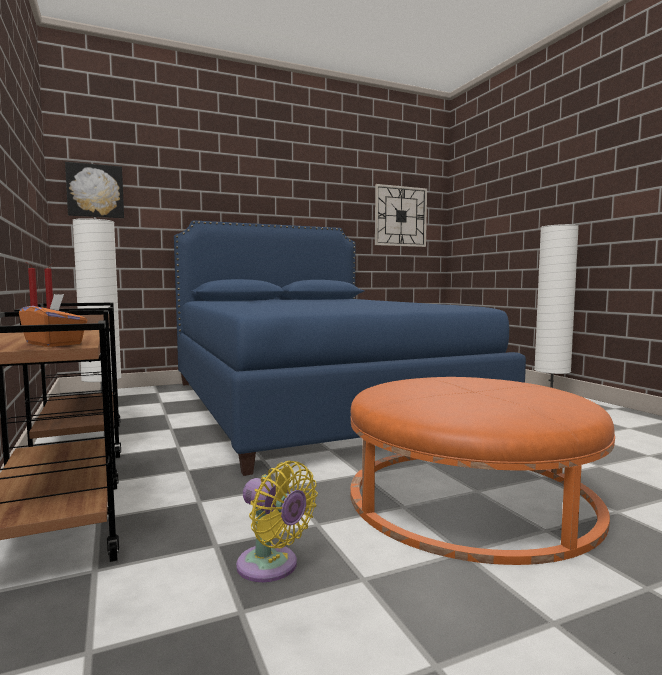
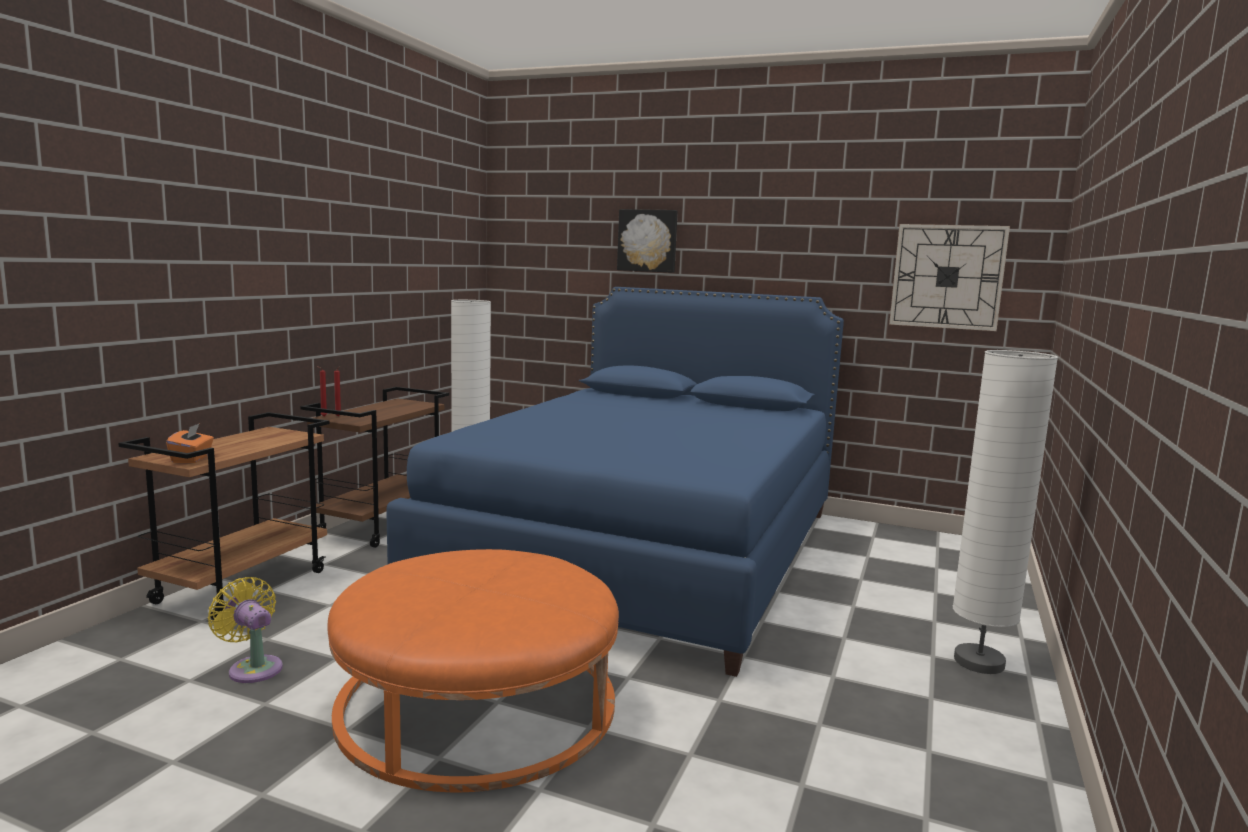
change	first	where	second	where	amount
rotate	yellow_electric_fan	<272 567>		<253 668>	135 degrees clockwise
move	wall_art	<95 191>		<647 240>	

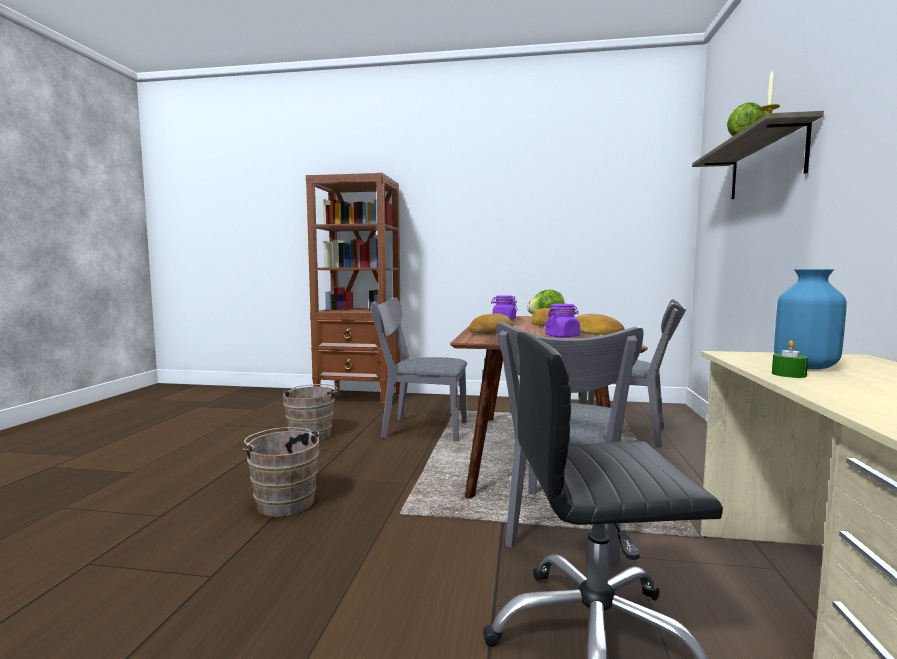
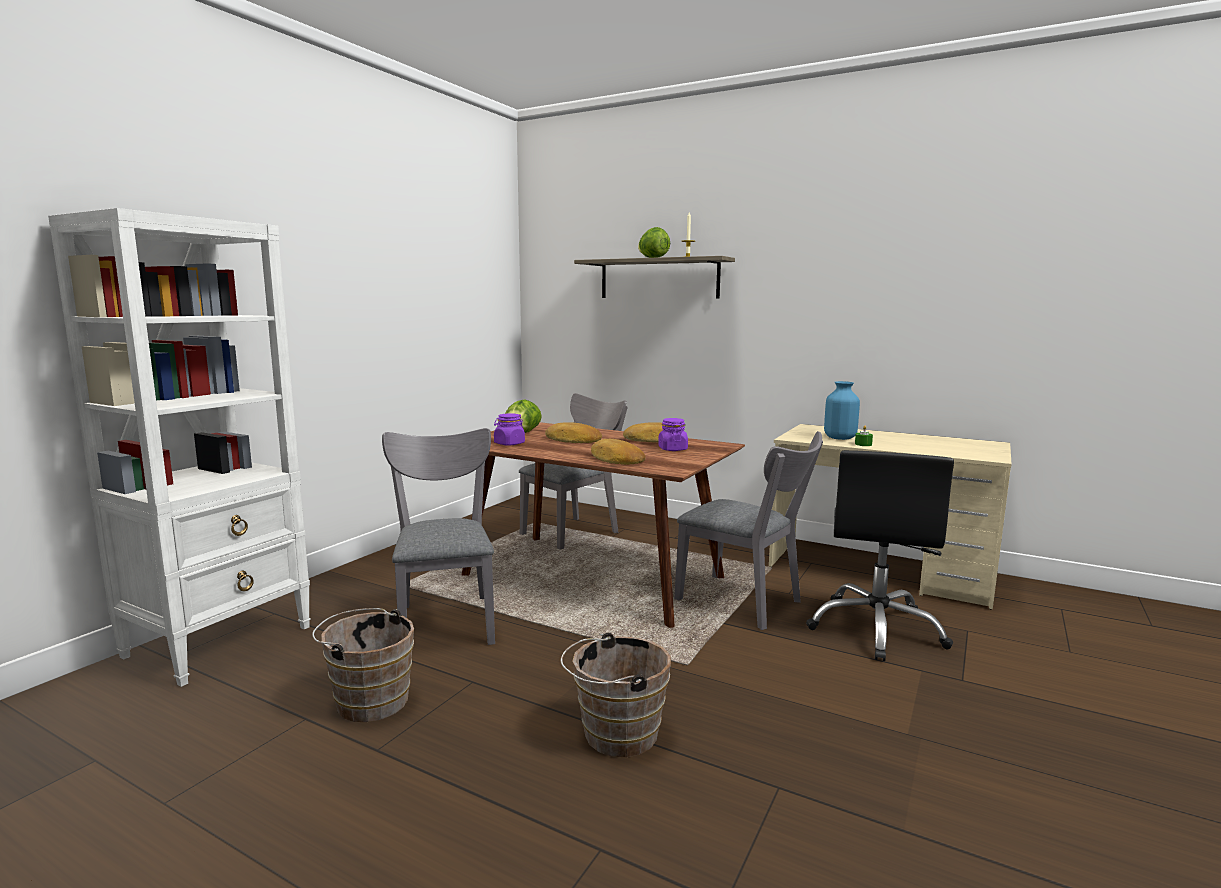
change	first	where	second	where	amount
recolor	brown-coloured_bookcase	<360 399>	whitish_bookcase	<221 641>	
rotate	greyish_chair	<418 429>		<446 619>	135 degrees clockwise

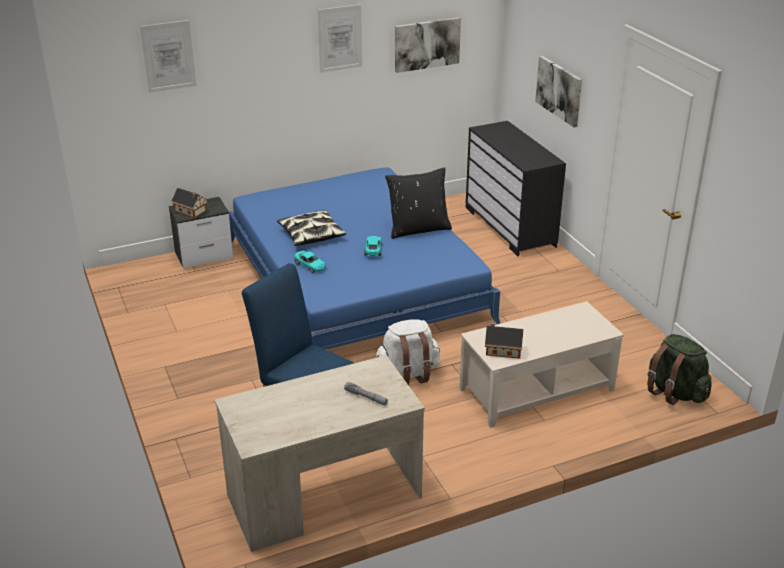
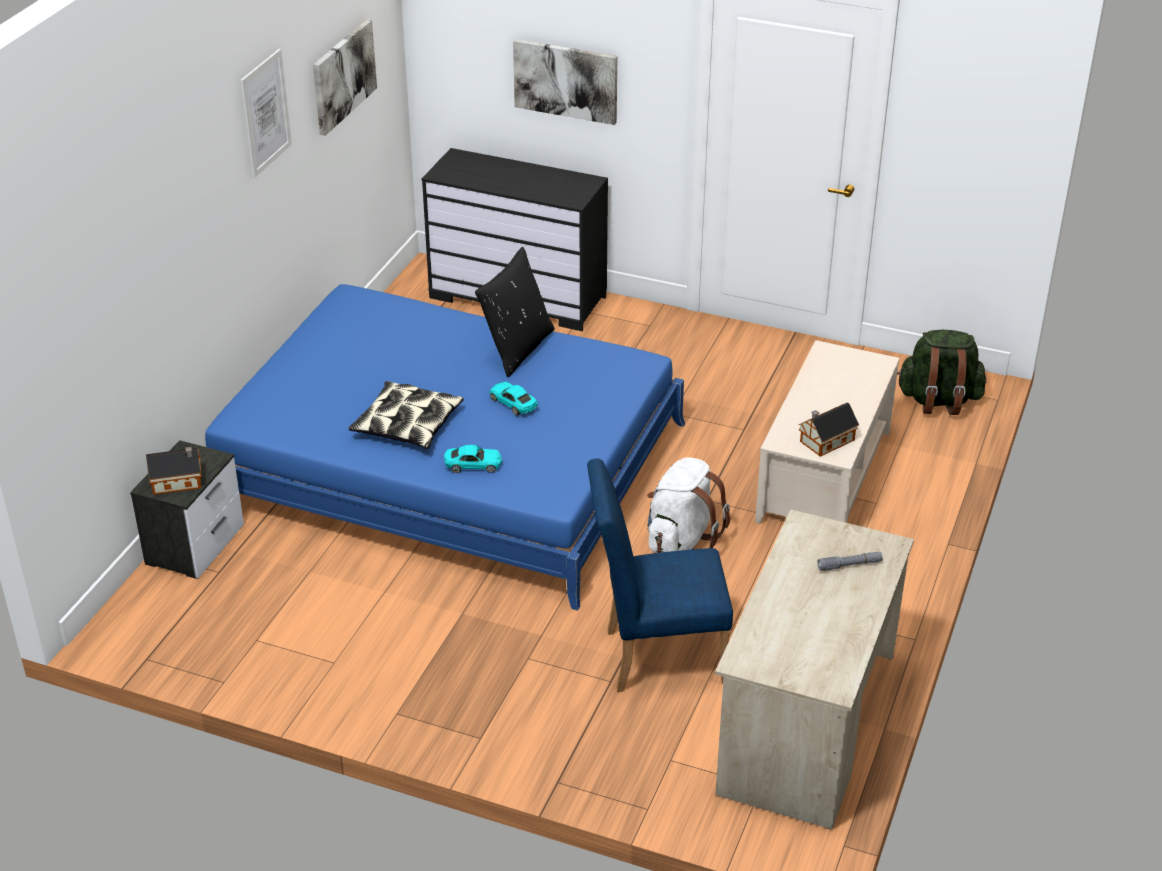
change	first	where	second	where	amount
delete	wall_art	<168 56>			

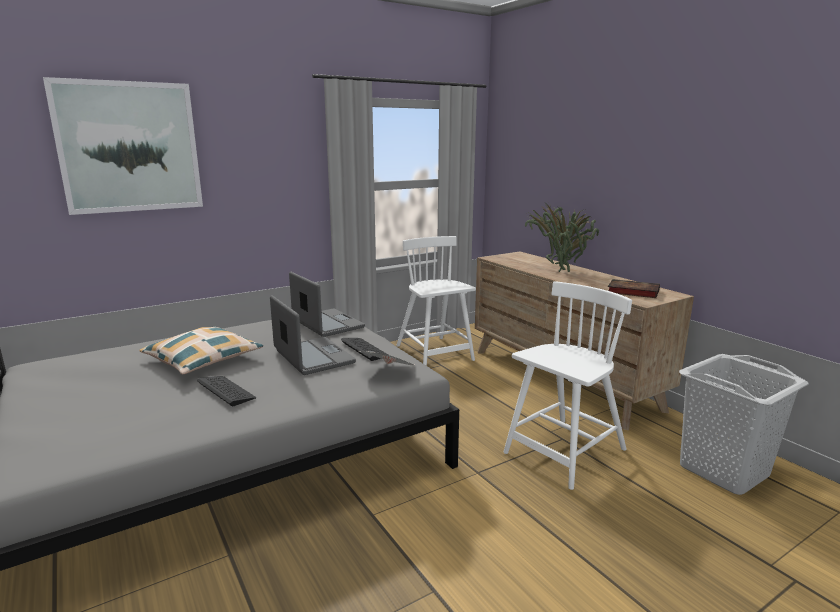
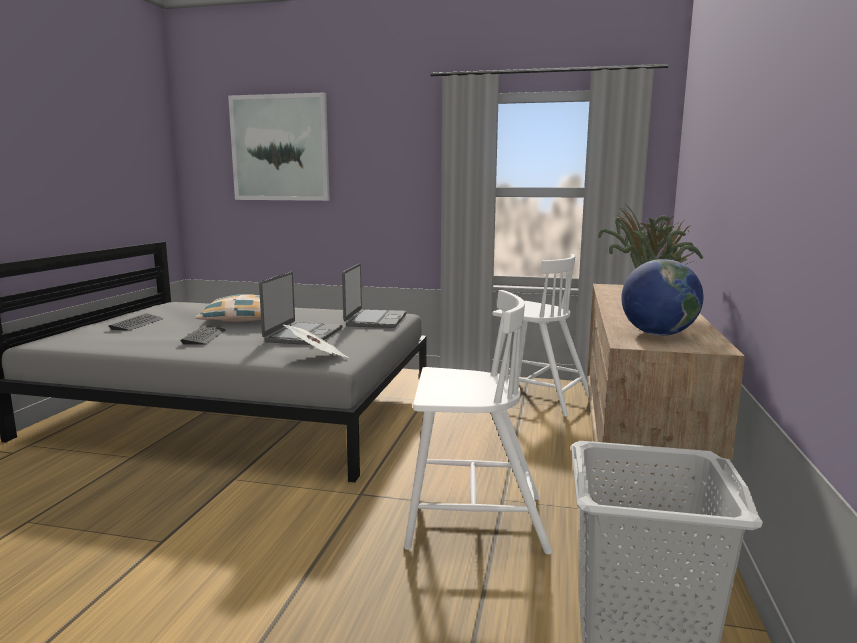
change	first	where	second	where	amount
move	computer_keyboard	<365 349>		<137 323>	
rotate	whitish_chair	<435 353>		<537 397>	105 degrees clockwise
replace	volume	<631 292>	globe	<657 334>	

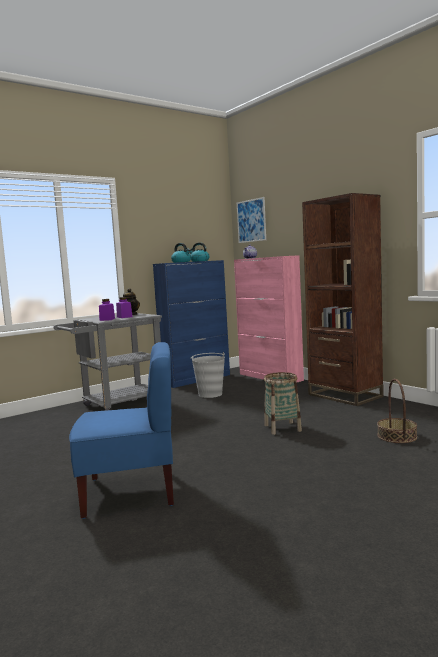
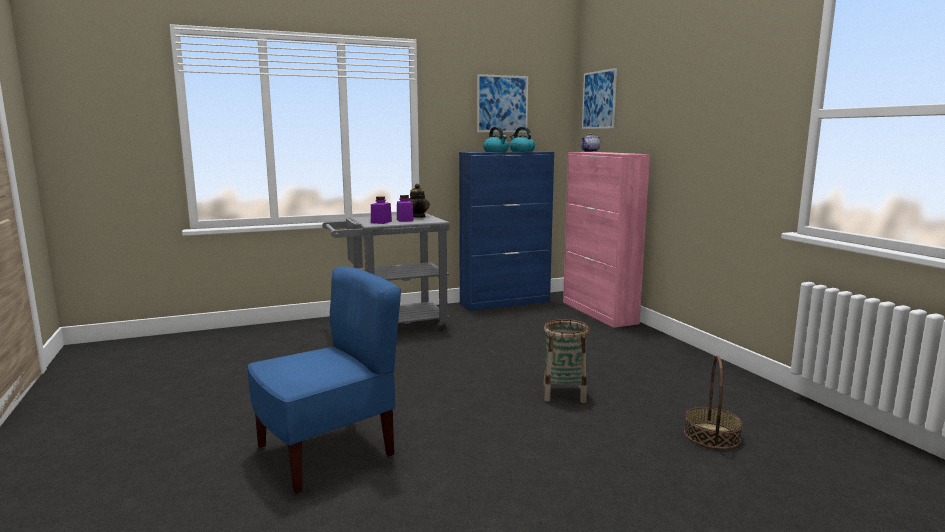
change	first	where	second	where	amount
rotate	blue_chair	<131 493>		<327 452>	45 degrees counterclockwise
insert			wall_art	<502 104>	
delete	greyish_water_bucket	<210 394>			
delete	brown-coloured_bookcase	<344 395>			

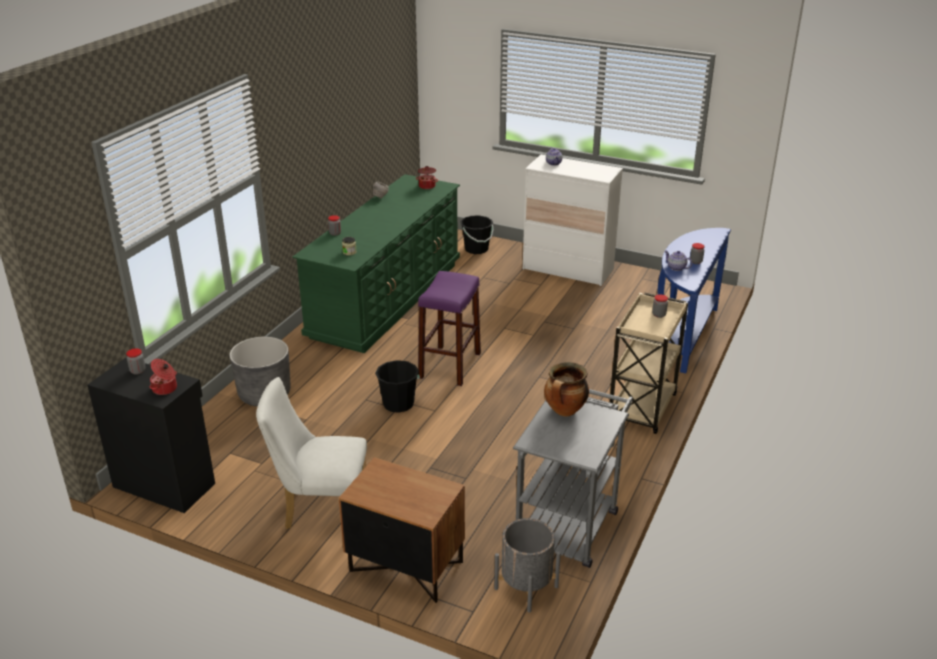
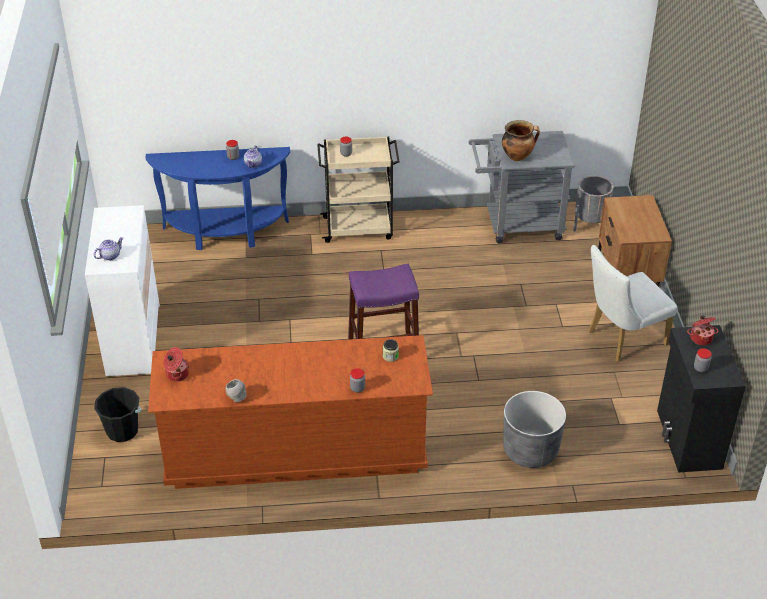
change	first	where	second	where	amount
recolor	greenish_chest_of_drawers	<387 300>	brown-coloured_chest_of_drawers	<295 451>	
rotate	whitish_chair	<320 509>		<621 339>	90 degrees clockwise
delete	black-coloured_water_bucket	<398 404>			

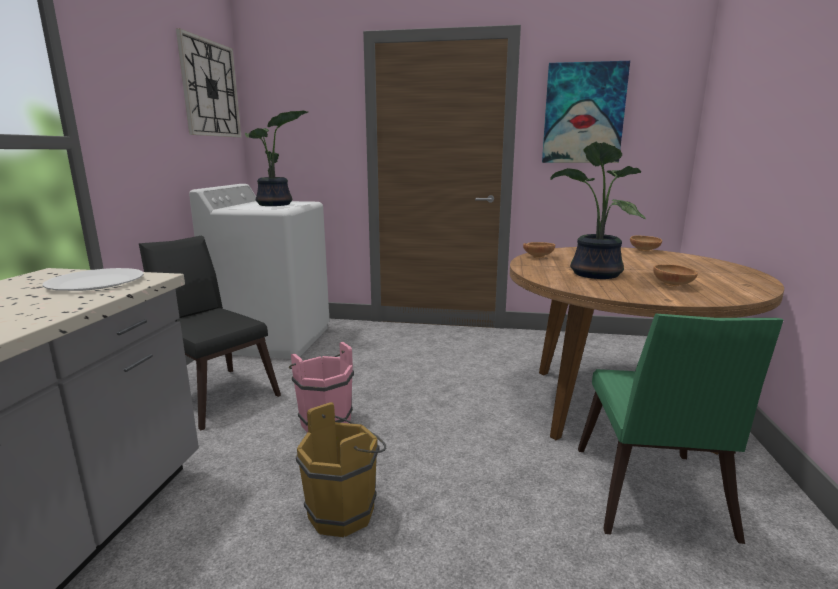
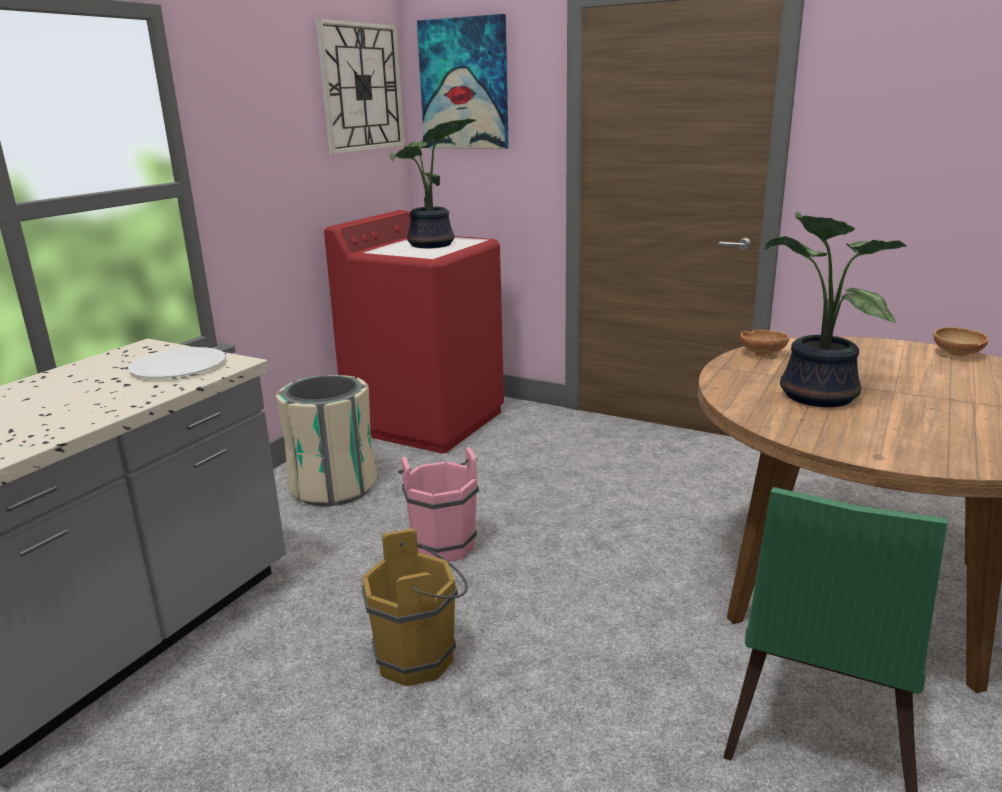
change	first	where	second	where	amount
replace	black-coloured_chair	<215 393>	beige-coloured_trash_can	<333 487>	
recolor	whitish_laundry_machine	<273 339>	red-coloured_laundry_machine	<427 421>	
move	wall_art	<583 114>		<464 84>	
delete	brown-coloured_deep_dish	<673 286>			

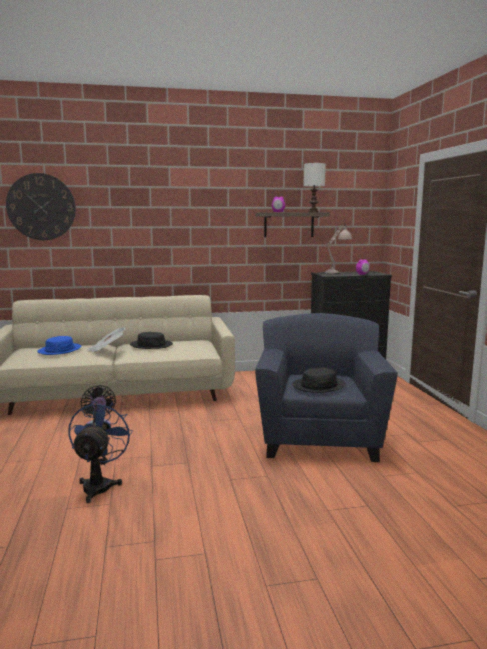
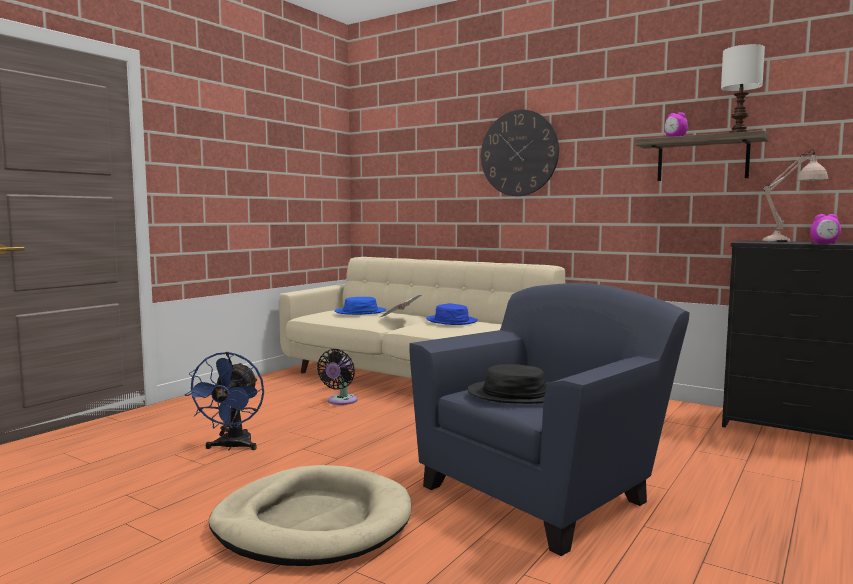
change	first	where	second	where	amount
rotate	blue_electric_fan	<99 485>		<232 447>	135 degrees clockwise
insert			beige-coloured_pet_bed	<313 523>	
recolor	black-coloured_clothing_hat	<151 345>	blue_clothing_hat	<451 321>	
move	wall_clock	<41 207>		<519 153>	

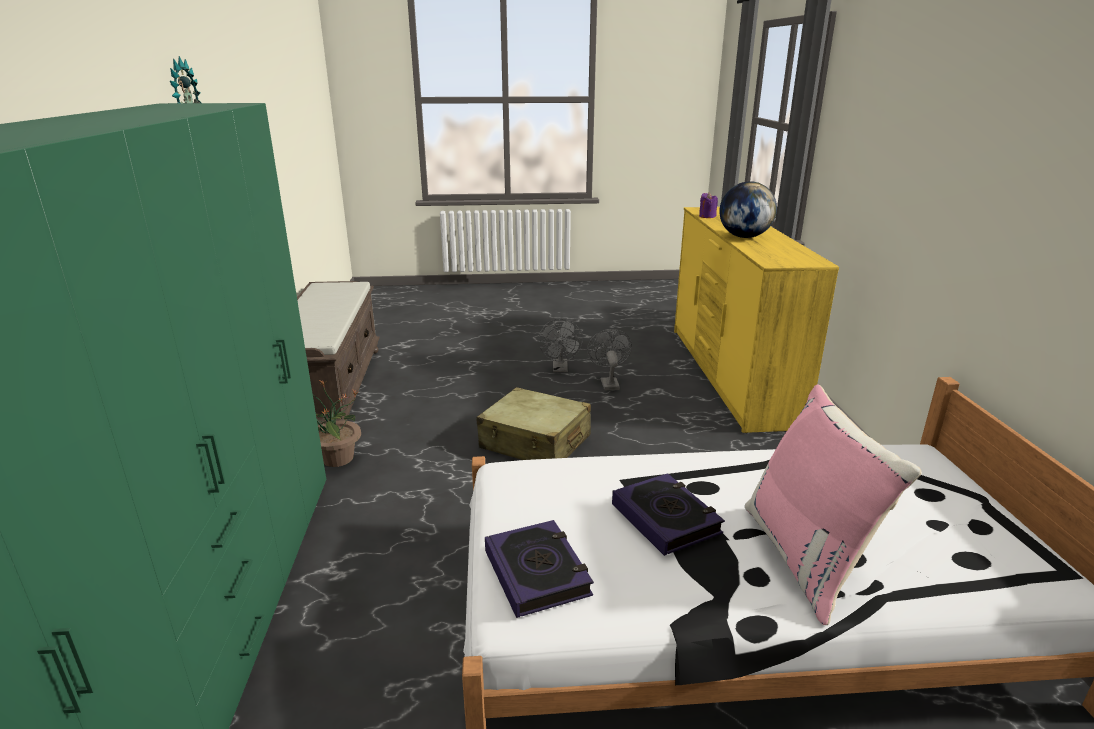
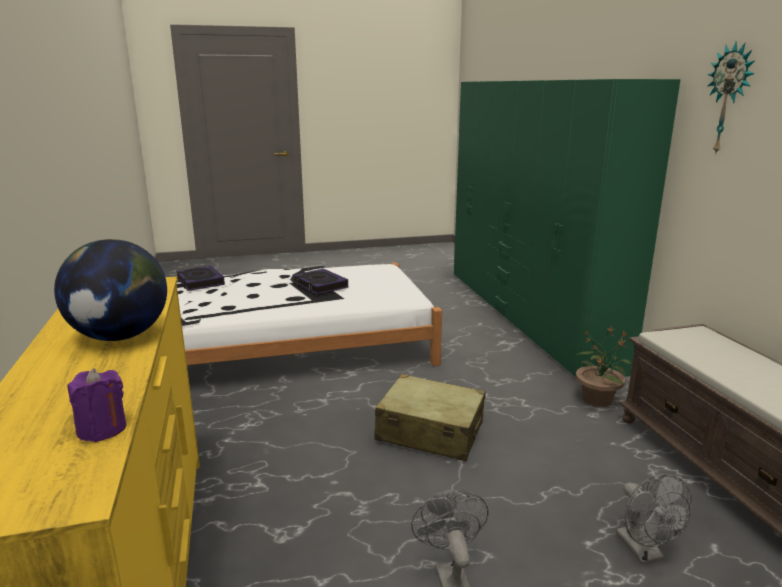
change	first	where	second	where	amount
move	volume	<537 573>		<200 282>	
move	greyish_electric_fan	<608 383>		<644 552>	
delete	pink_cushion	<807 558>			

